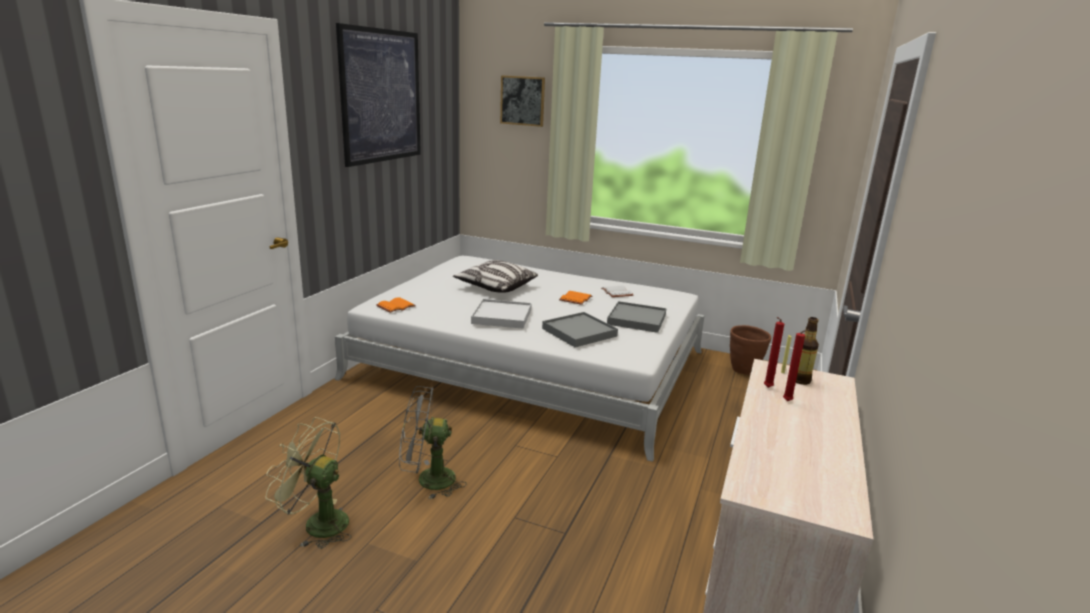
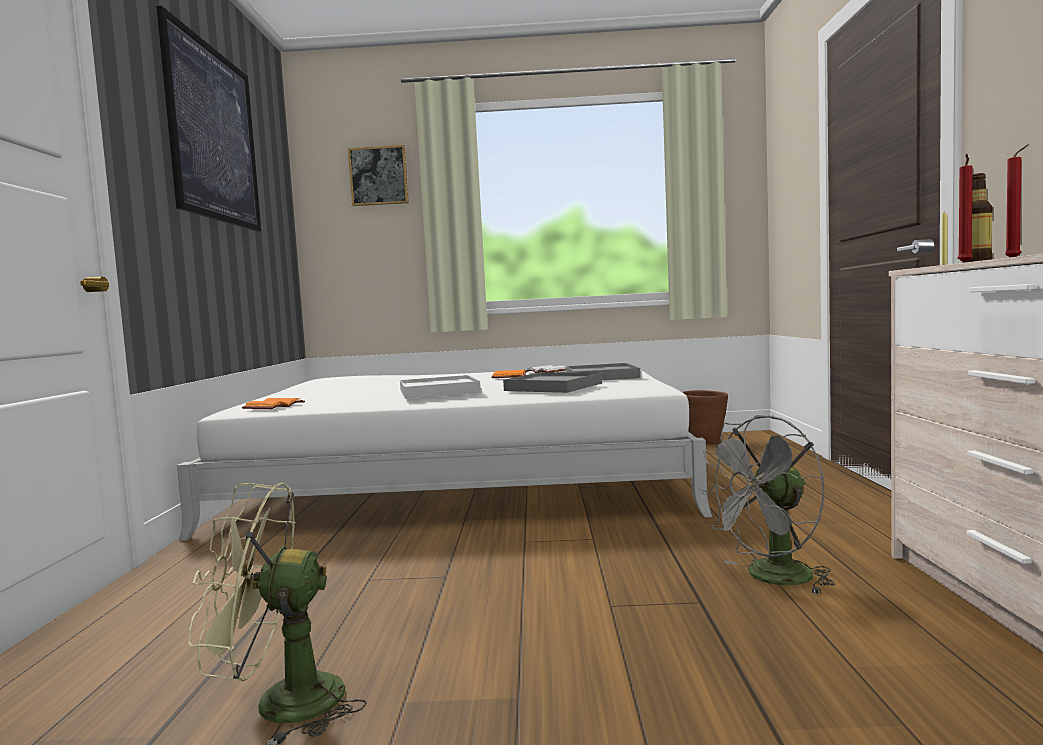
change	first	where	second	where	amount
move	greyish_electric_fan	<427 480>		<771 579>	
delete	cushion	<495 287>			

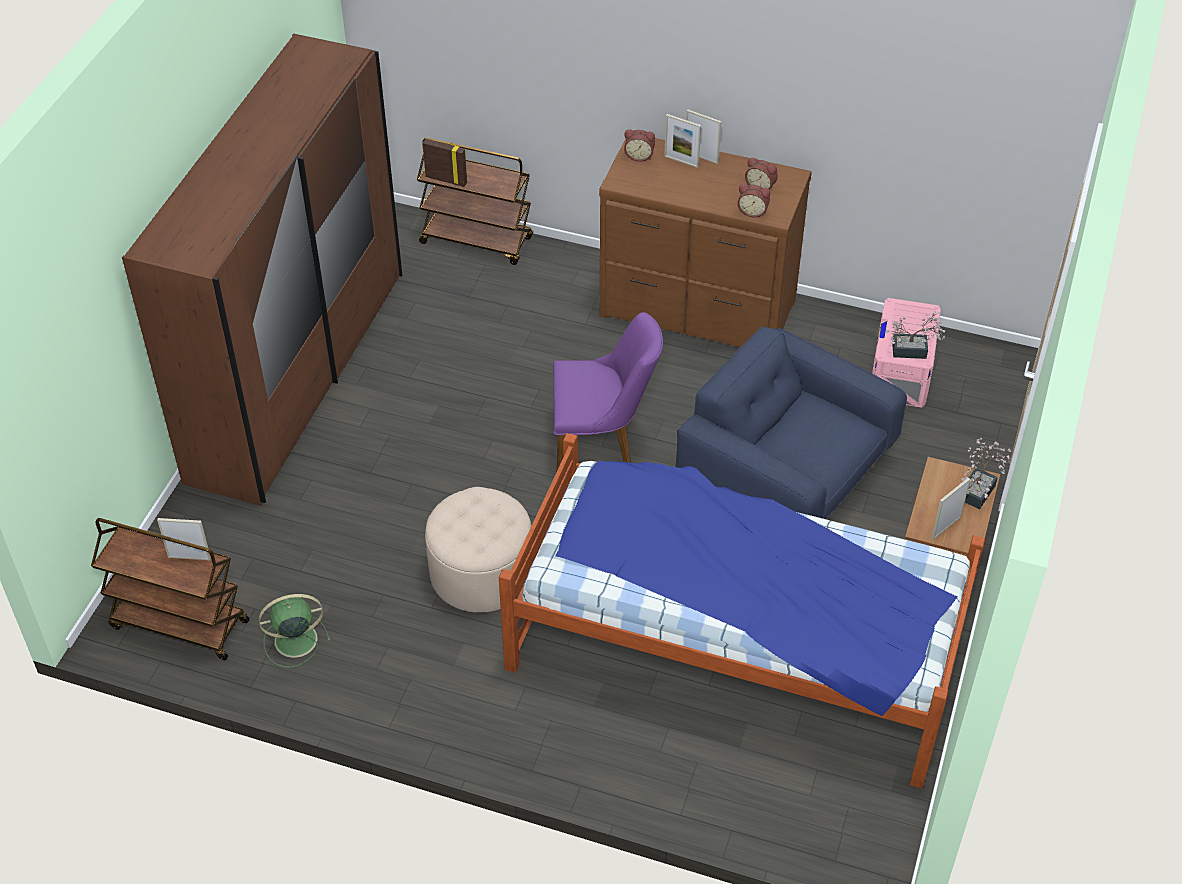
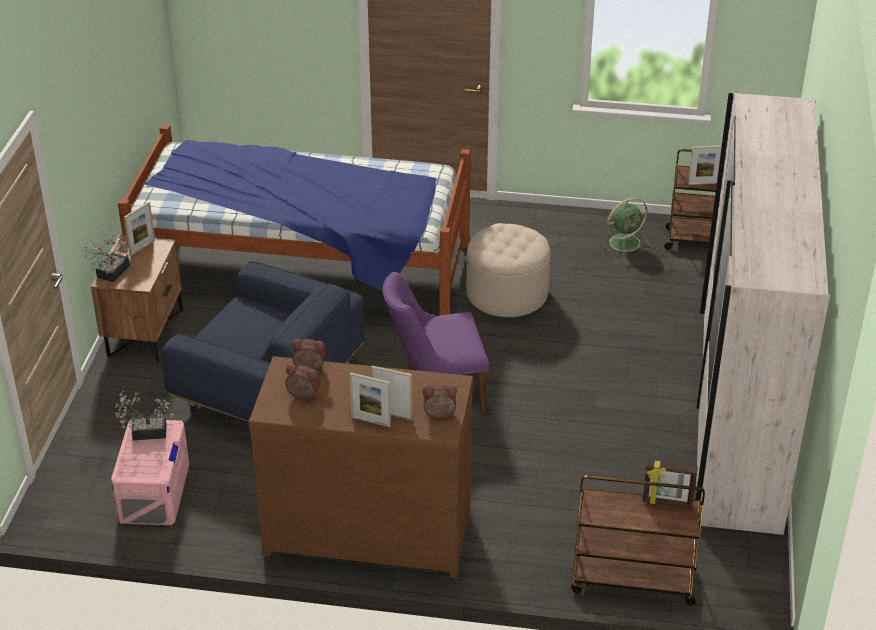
change	first	where	second	where	amount
recolor	brown-coloured_clothes_cupboard	<298 374>	whitish_clothes_cupboard	<739 417>	

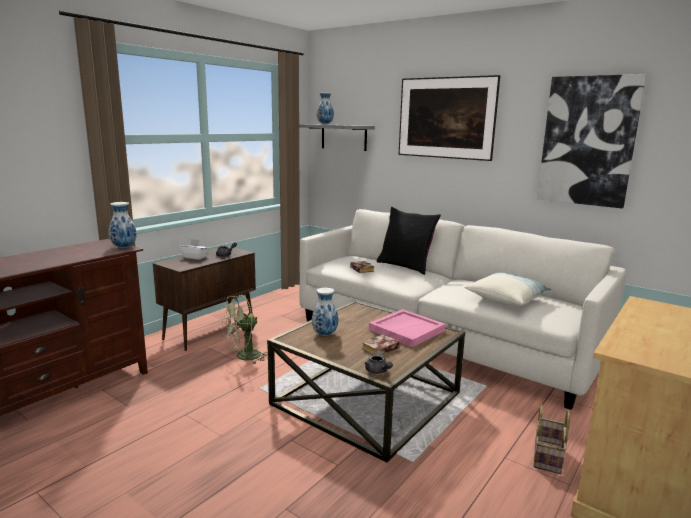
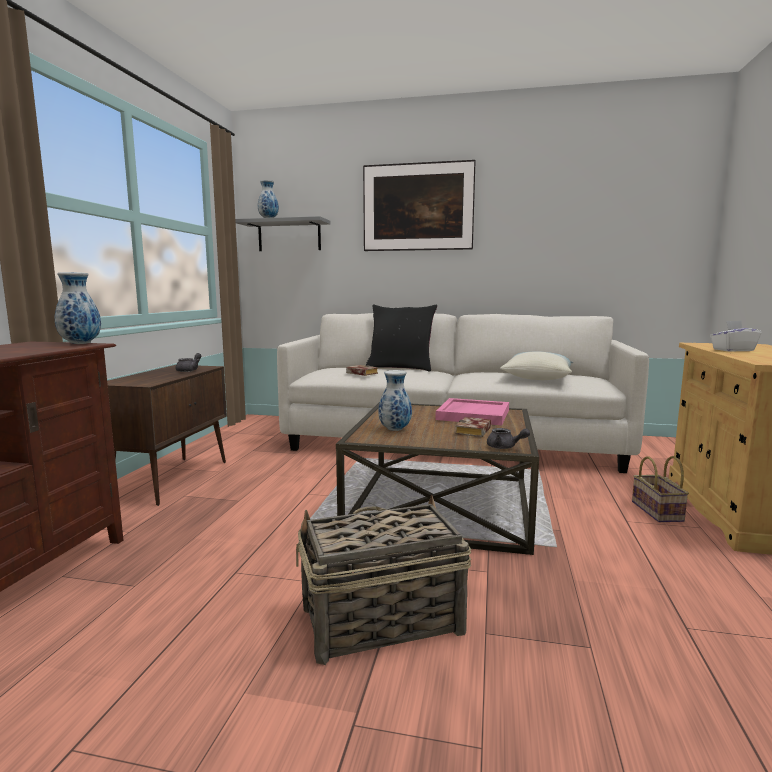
change	first	where	second	where	amount
insert			storage_basket	<379 620>	
move	whitish_tissue_holder	<195 257>		<733 350>	
delete	greenish_electric_fan	<243 357>			
delete	wall_art	<588 141>			

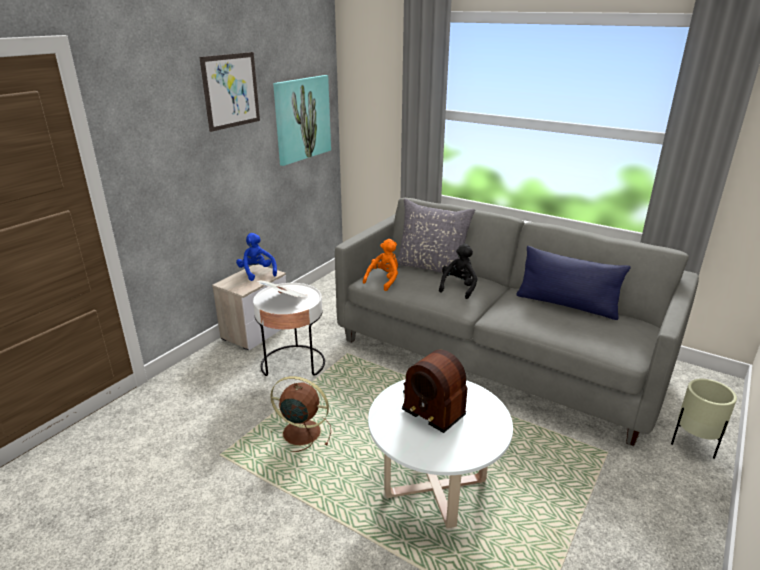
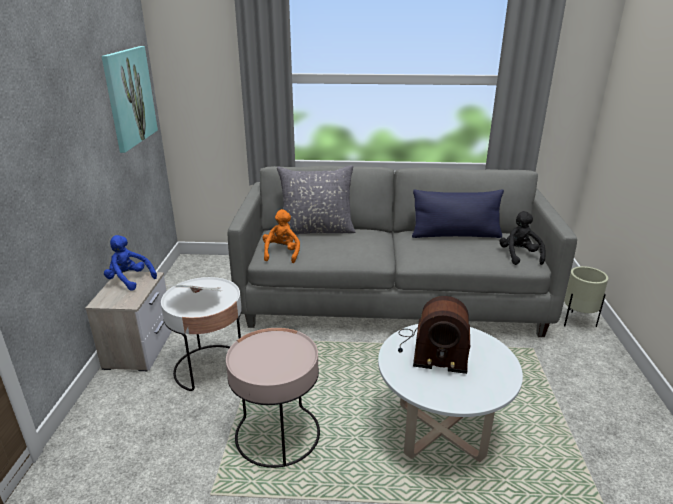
change	first	where	second	where	amount
replace	brown-coloured_electric_fan	<300 432>	pink_accent_table	<277 434>	
move	black-coloured_cuddly_toy	<458 287>		<519 256>	
delete	wall_art	<231 91>			

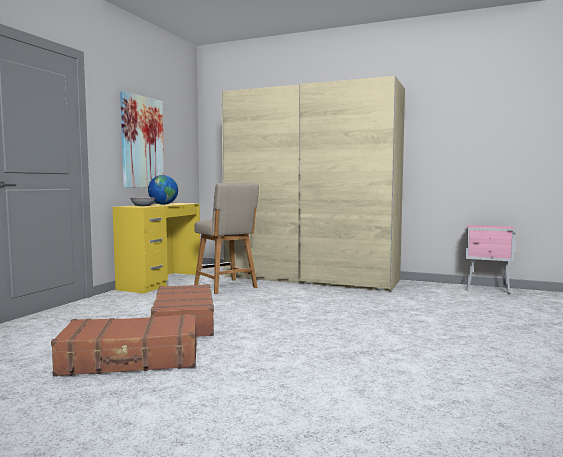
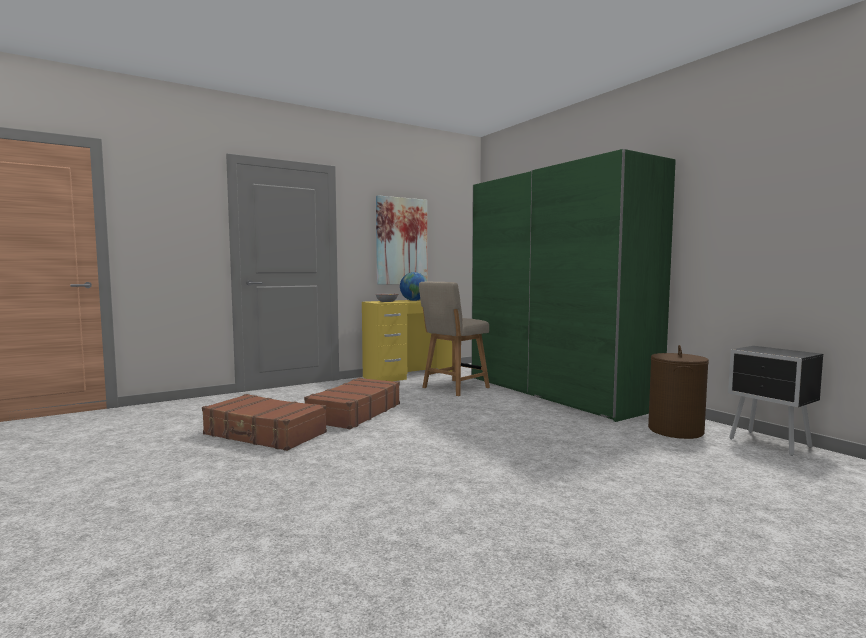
change	first	where	second	where	amount
rotate	beige-coloured_chair	<227 287>		<453 388>	45 degrees clockwise
recolor	beige-coloured_clothes_cupboard	<311 278>	greenish_clothes_cupboard	<555 392>	
insert			brown-coloured_laundry_basket	<675 430>	
recolor	pink_night_table	<488 290>	black-coloured_night_table	<770 444>	

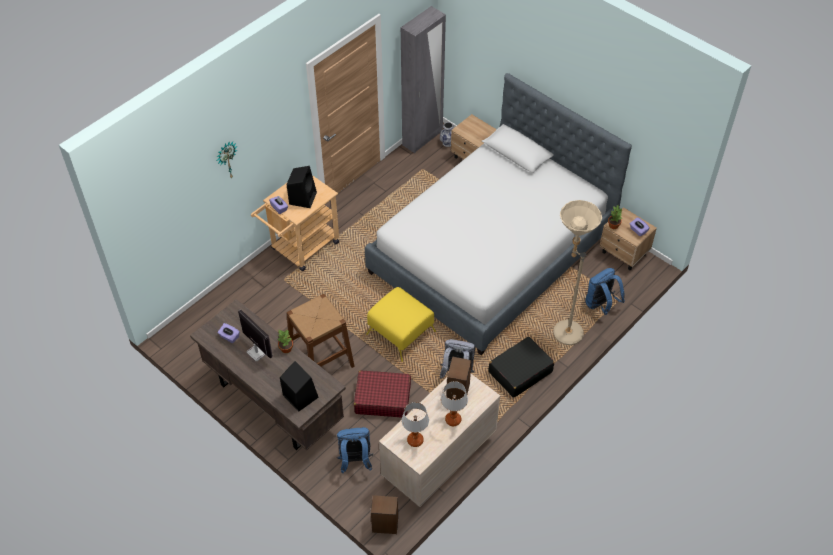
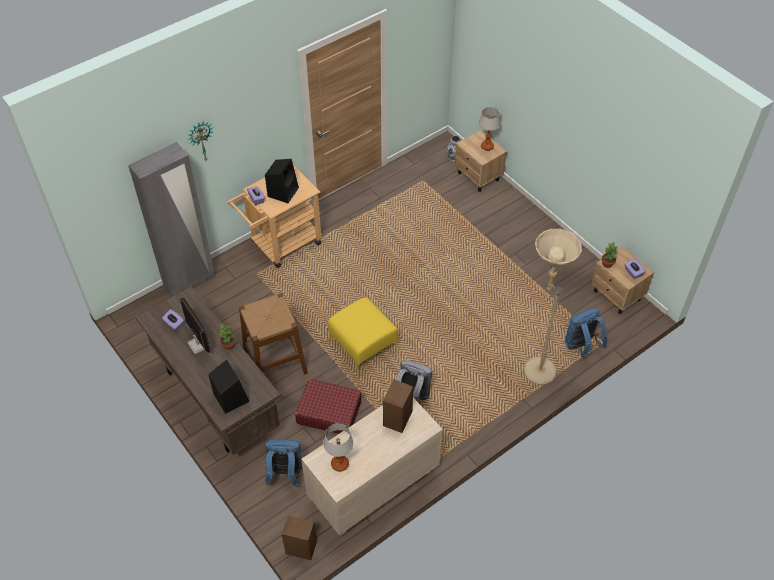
change	first	where	second	where	amount
move	greyish_clothes_cupboard	<422 138>		<190 283>	
move	lamp_for_a_table	<453 420>		<487 147>	
delete	bedroom_bed	<492 252>			
delete	black-coloured_suitcase	<520 372>			

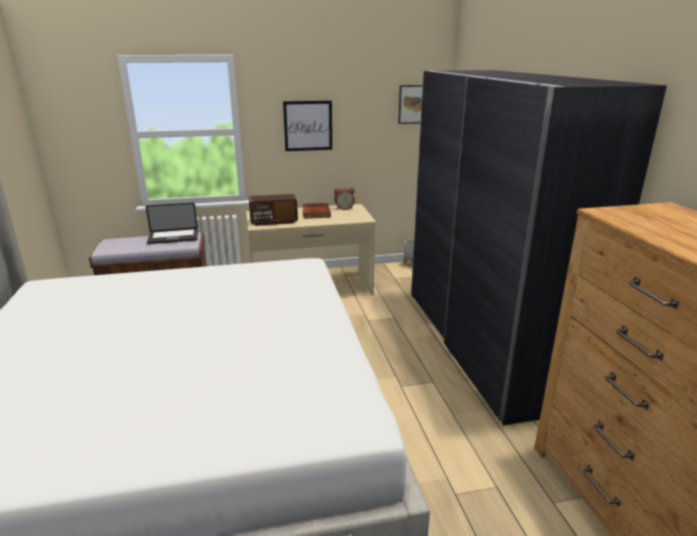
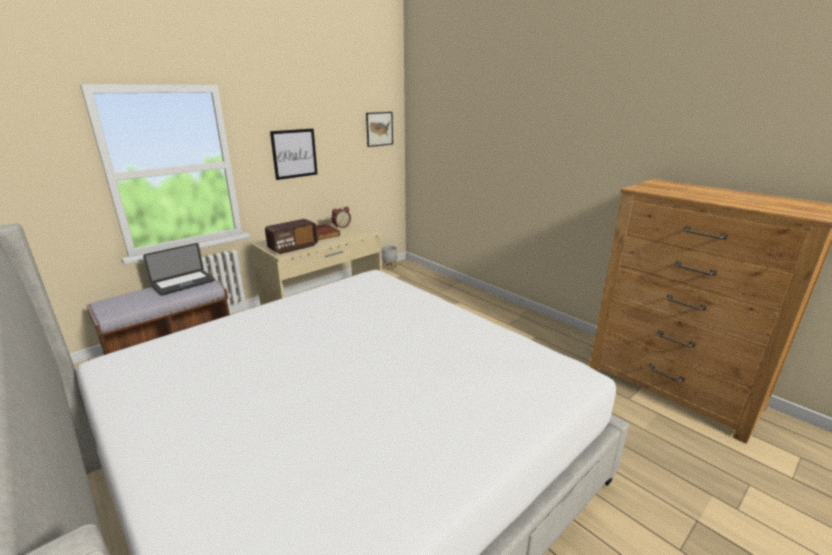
change	first	where	second	where	amount
delete	greyish_clothes_cupboard	<483 344>			

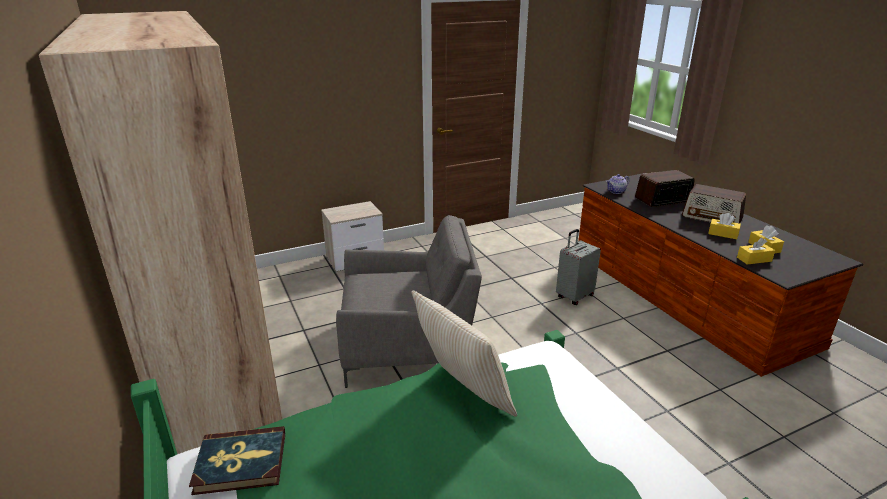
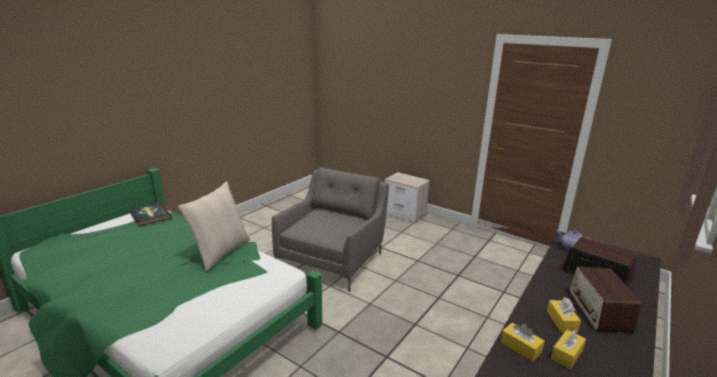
change	first	where	second	where	amount
rotate	greyish_easy_chair	<409 346>		<332 259>	120 degrees counterclockwise
delete	beige-coloured_clothes_cupboard	<213 367>			
delete	greyish_suitcase	<574 296>			

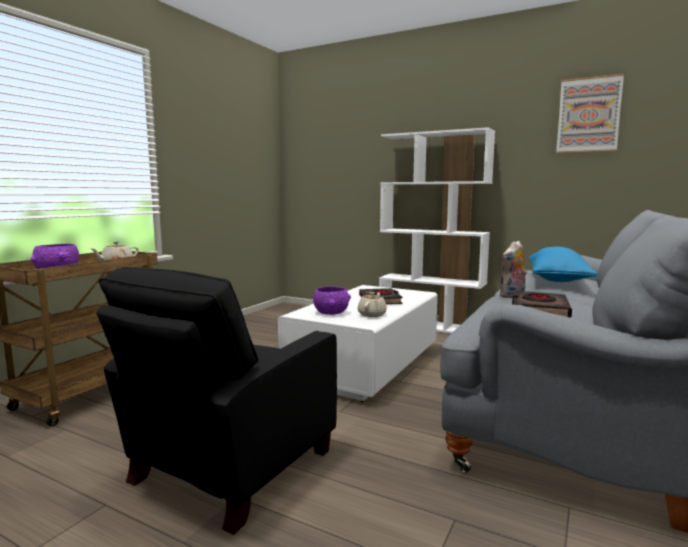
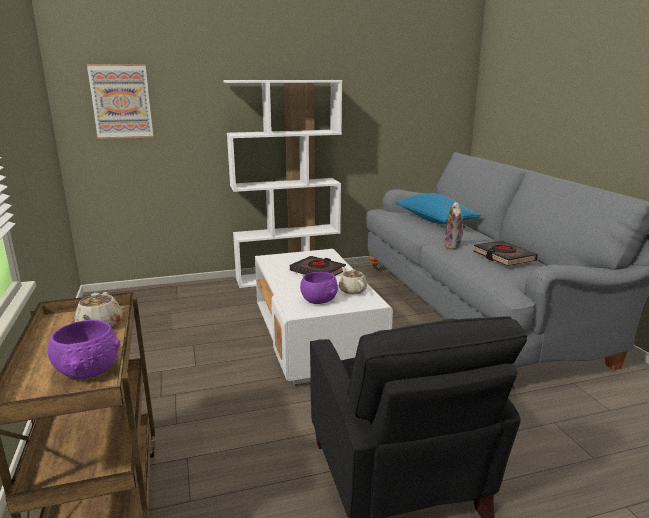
change	first	where	second	where	amount
move	wall_art	<588 115>		<121 101>	

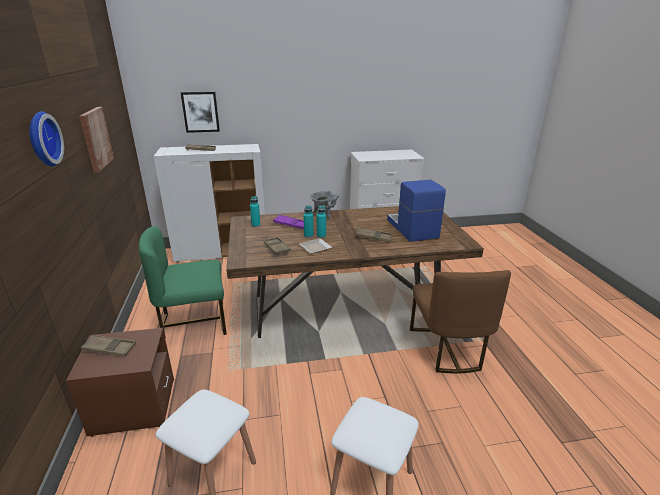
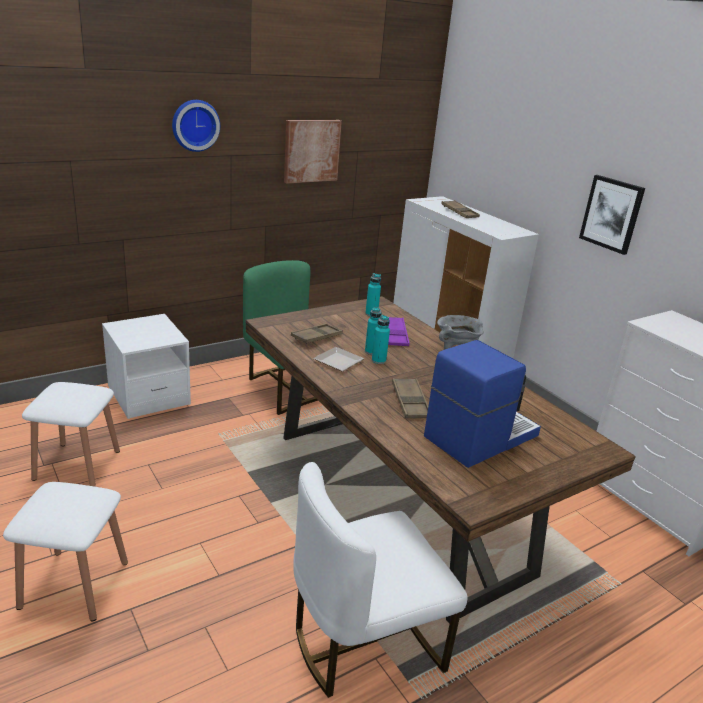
change	first	where	second	where	amount
recolor	brown-coloured_night_table	<133 407>	whitish_night_table	<148 395>	
recolor	brown-coloured_chair	<448 349>	whitish_chair	<364 642>	
move	wall_art	<200 112>		<612 214>	
delete	brown-coloured_carrying_tray	<109 348>			

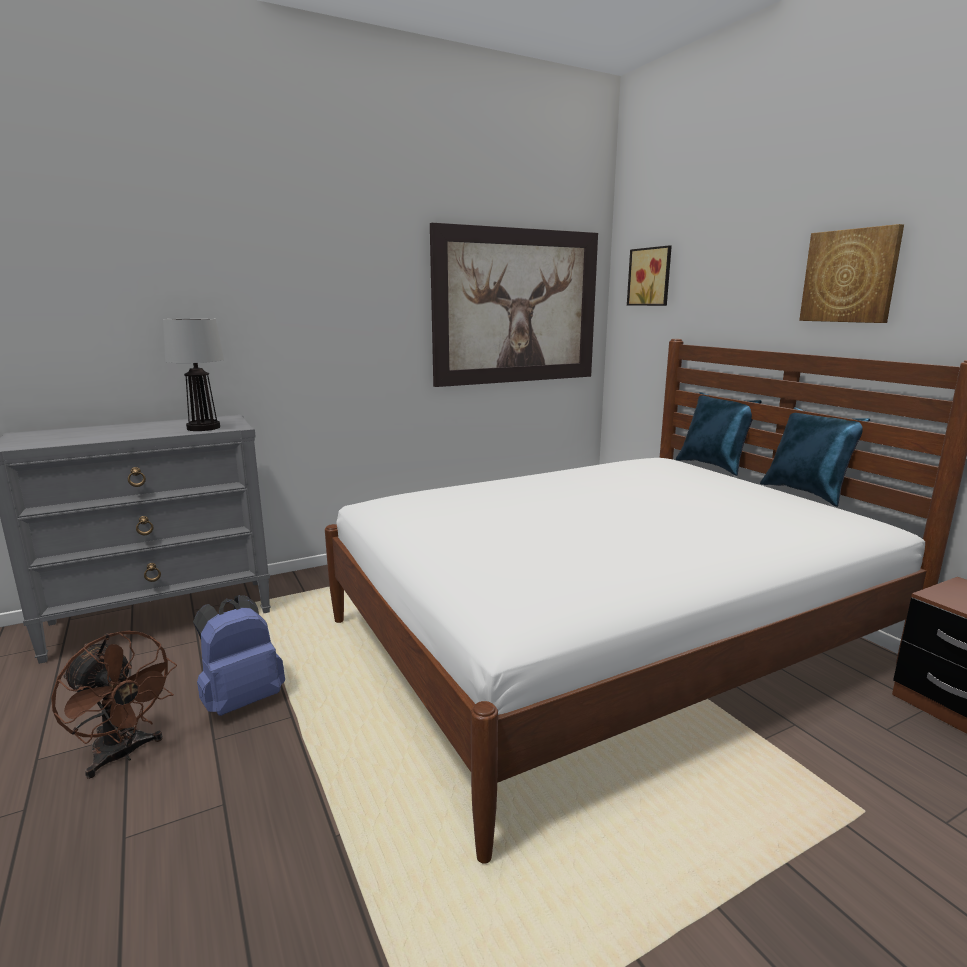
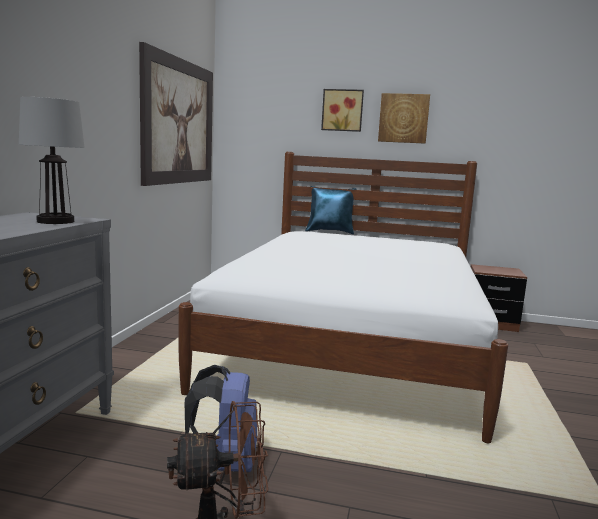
change	first	where	second	where	amount
move	wall_art	<651 277>		<342 110>	
delete	blue_cushion	<806 493>			

